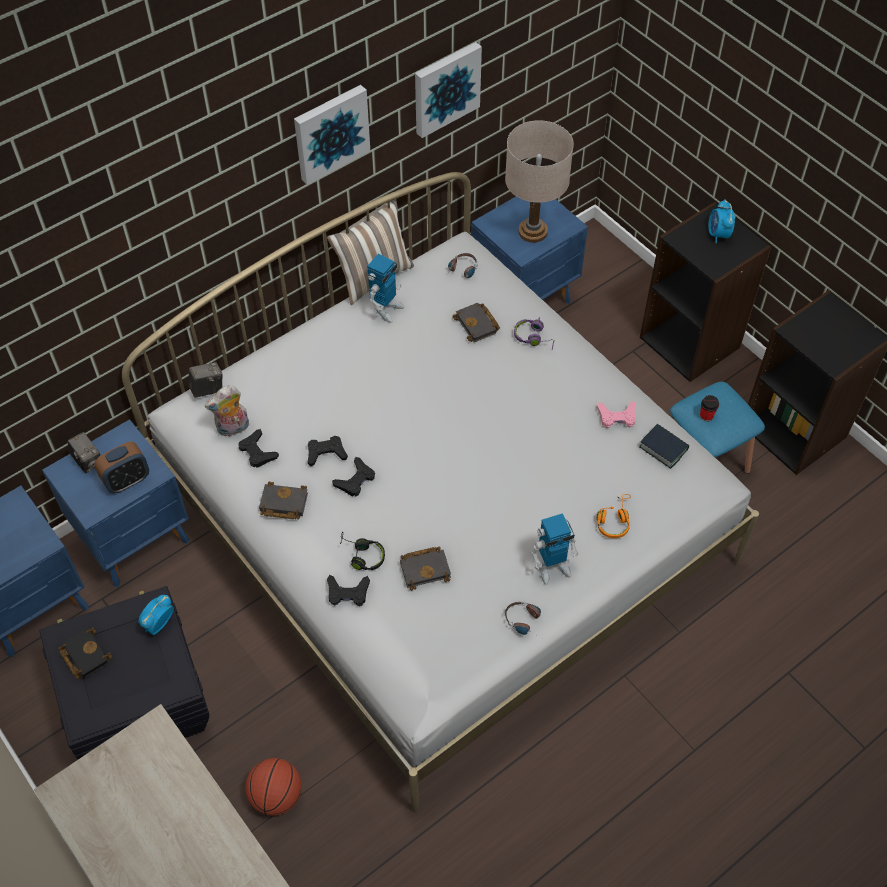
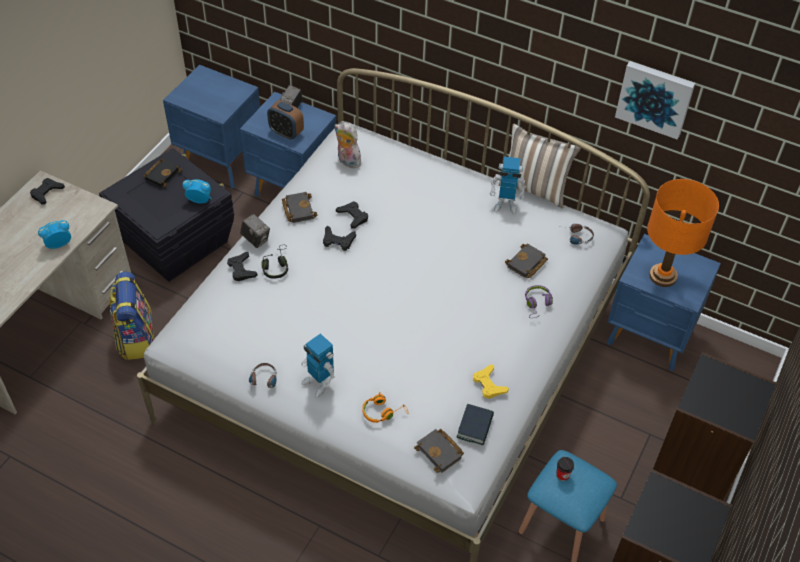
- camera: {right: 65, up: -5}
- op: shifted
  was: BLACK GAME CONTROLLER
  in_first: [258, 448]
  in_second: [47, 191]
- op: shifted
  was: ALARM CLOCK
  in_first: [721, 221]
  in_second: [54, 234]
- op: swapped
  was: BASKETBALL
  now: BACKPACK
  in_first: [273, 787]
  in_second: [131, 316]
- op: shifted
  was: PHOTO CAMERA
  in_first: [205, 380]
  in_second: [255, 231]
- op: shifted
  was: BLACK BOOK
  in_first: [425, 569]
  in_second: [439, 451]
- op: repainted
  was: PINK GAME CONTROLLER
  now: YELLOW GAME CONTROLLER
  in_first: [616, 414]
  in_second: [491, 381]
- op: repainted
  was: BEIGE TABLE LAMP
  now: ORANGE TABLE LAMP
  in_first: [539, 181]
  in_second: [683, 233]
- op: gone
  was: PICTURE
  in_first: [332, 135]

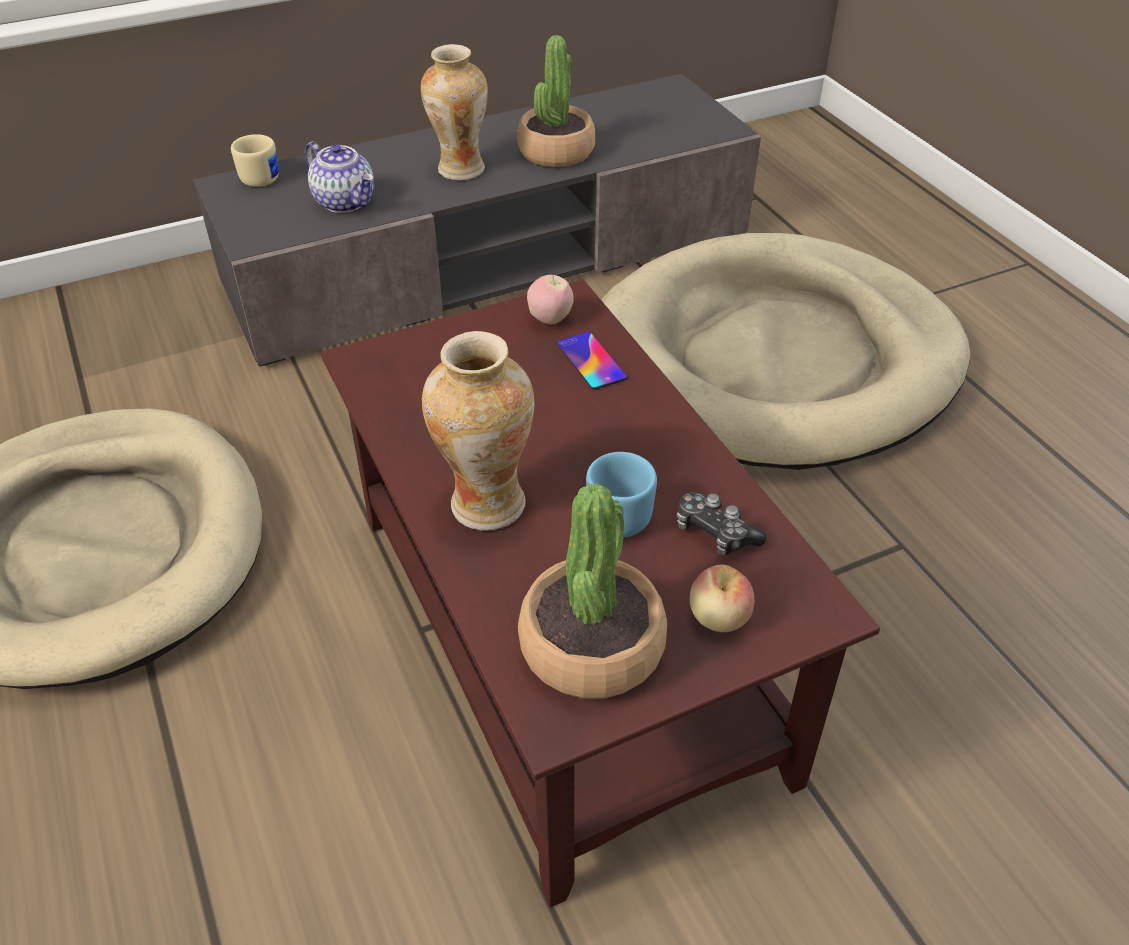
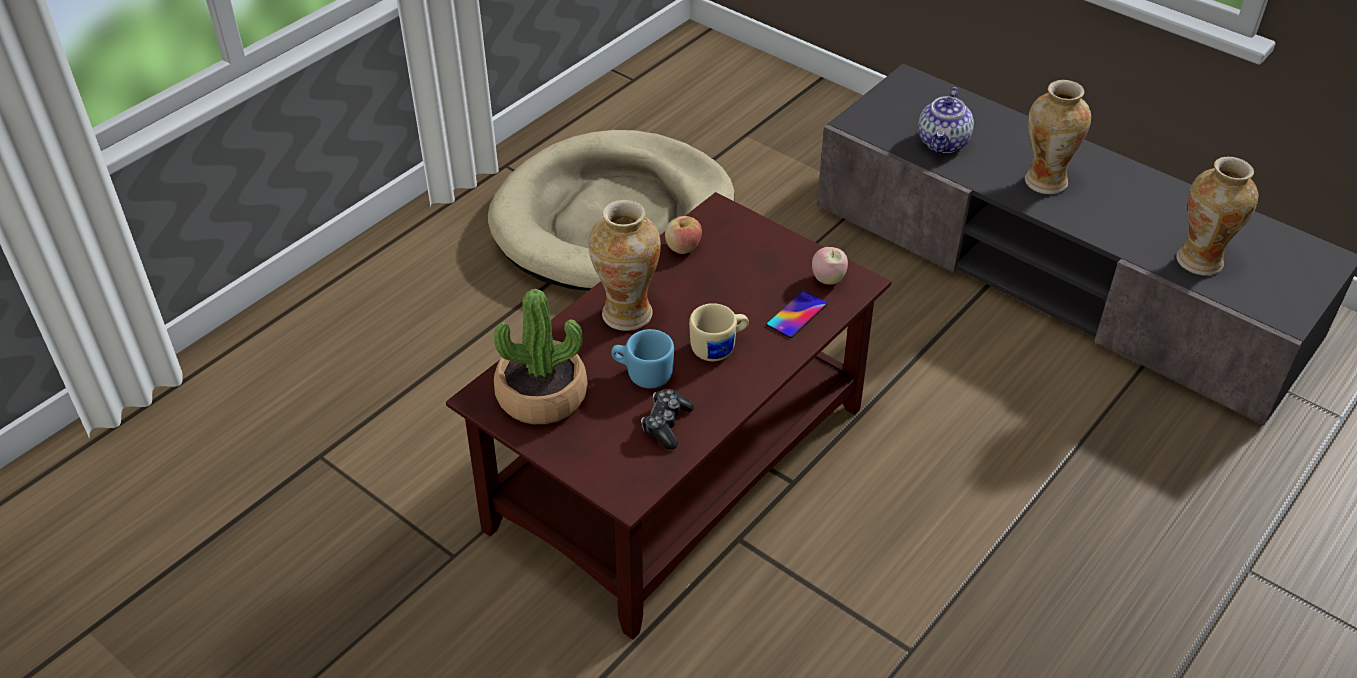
- camera: {right: 65, up: 0}
- op: shifted
  was: APPLE
  in_first: [722, 598]
  in_second: [683, 235]
- op: shifted
  was: BEIGE MUG
  in_first: [255, 160]
  in_second: [719, 332]
- op: new
  now: VASE
  in_second: [1217, 216]
- op: gone
  was: POTTED PLANT
  in_first: [556, 101]
- op: gone
  was: BEIGE DOG BED
  in_first: [785, 351]

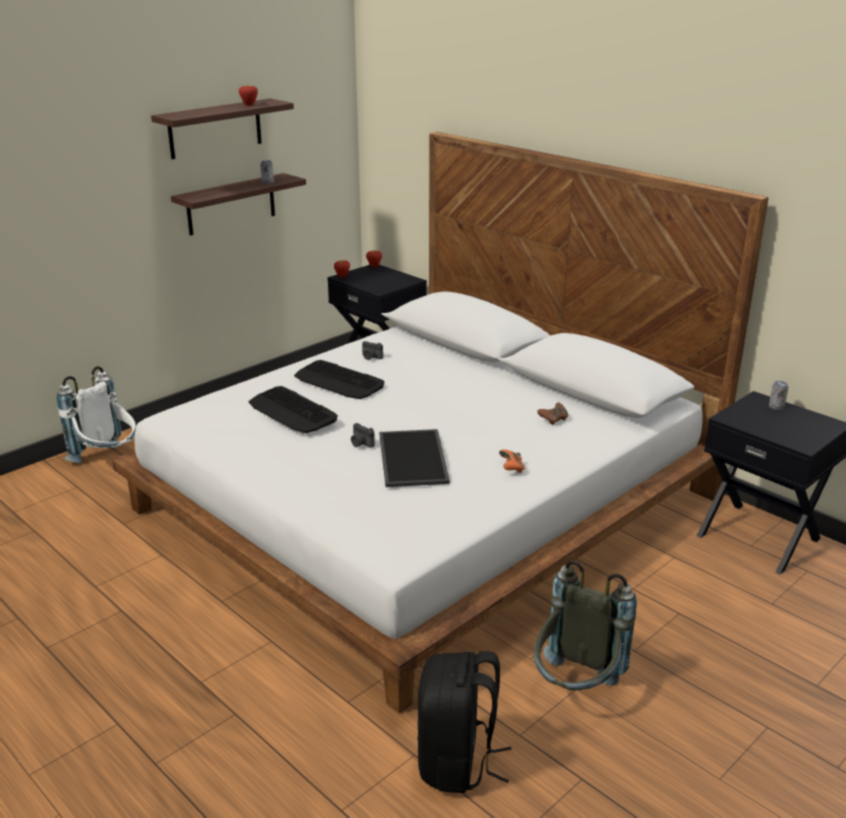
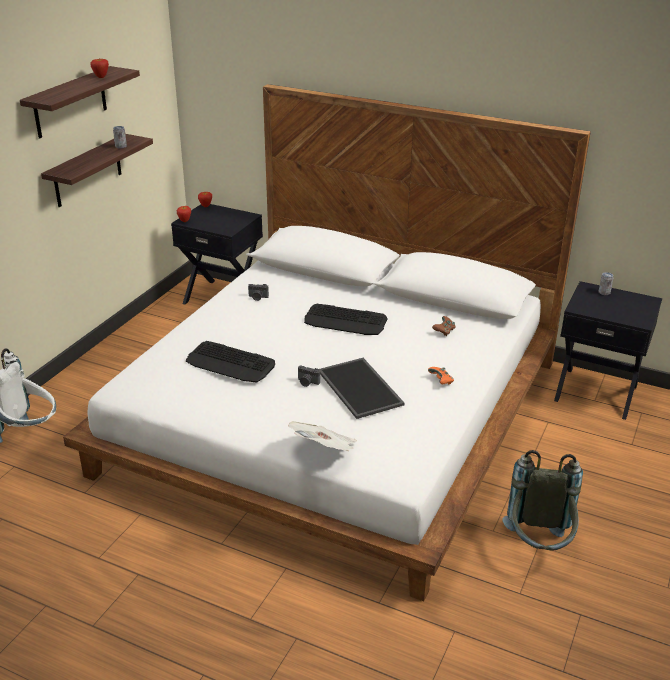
- camera: {right: -20, up: 5}
- op: new
  now: NEWSPAPER
  in_second: [322, 436]
- op: shifted
  was: KEYBOARD
  in_first: [339, 379]
  in_second: [345, 319]
- op: gone
  was: BLACK BACKPACK
  in_first: [464, 722]

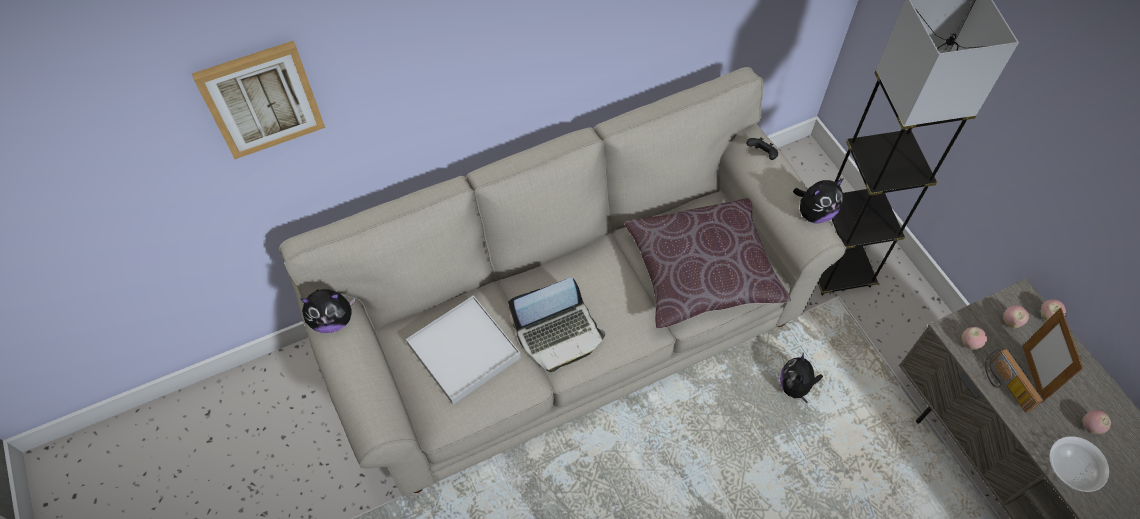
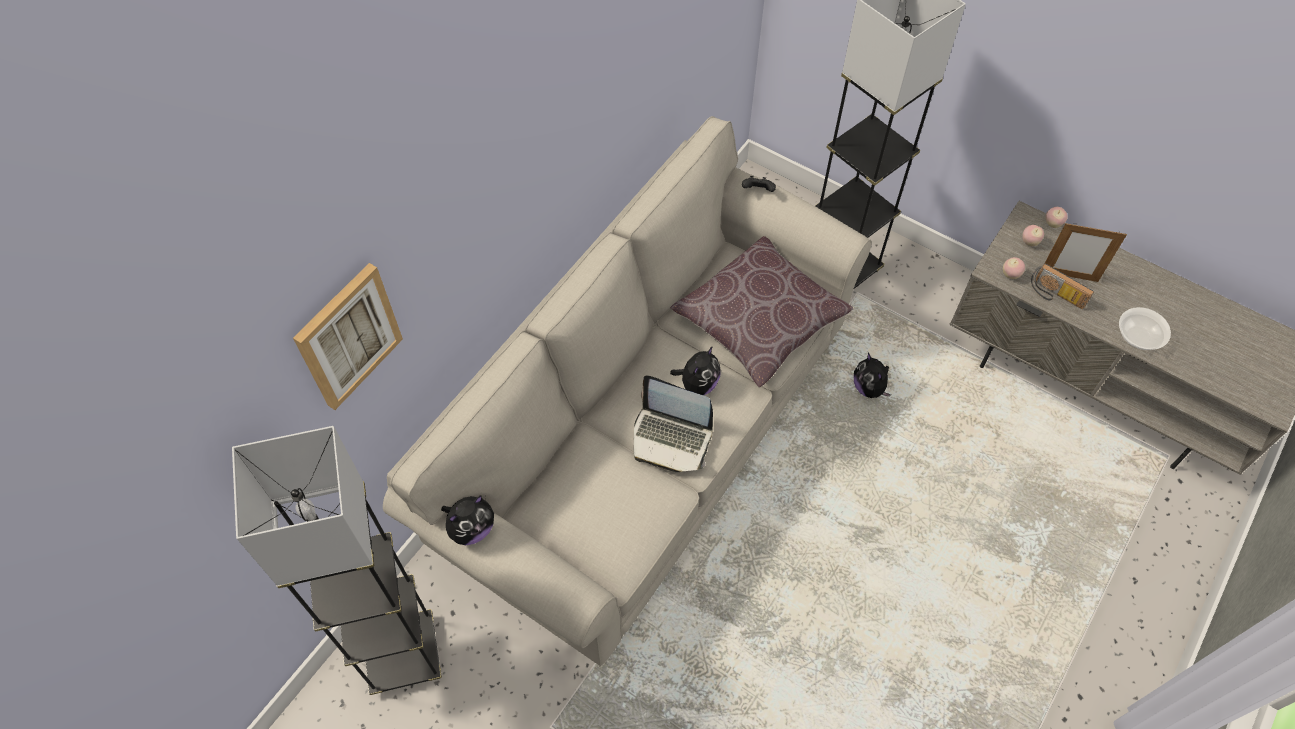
- camera: {right: -30, up: 0}
- op: new
  now: GREY FLOOR LAMP
  in_second: [337, 560]
- op: rotated
  was: LAPTOP
  in_first: [556, 325]
  in_second: [673, 424]
  clockwise: 75
- op: shifted
  was: PLUSH TOY
  in_first: [818, 200]
  in_second: [695, 370]
- op: rotated
  was: PICTURE FRAME
  in_first: [1053, 355]
  in_second: [1085, 252]
  clockwise: -45
- op: gone
  was: WHITE TRAY
  in_first: [463, 349]
- op: gone
  was: APPLE
  in_first: [1097, 422]

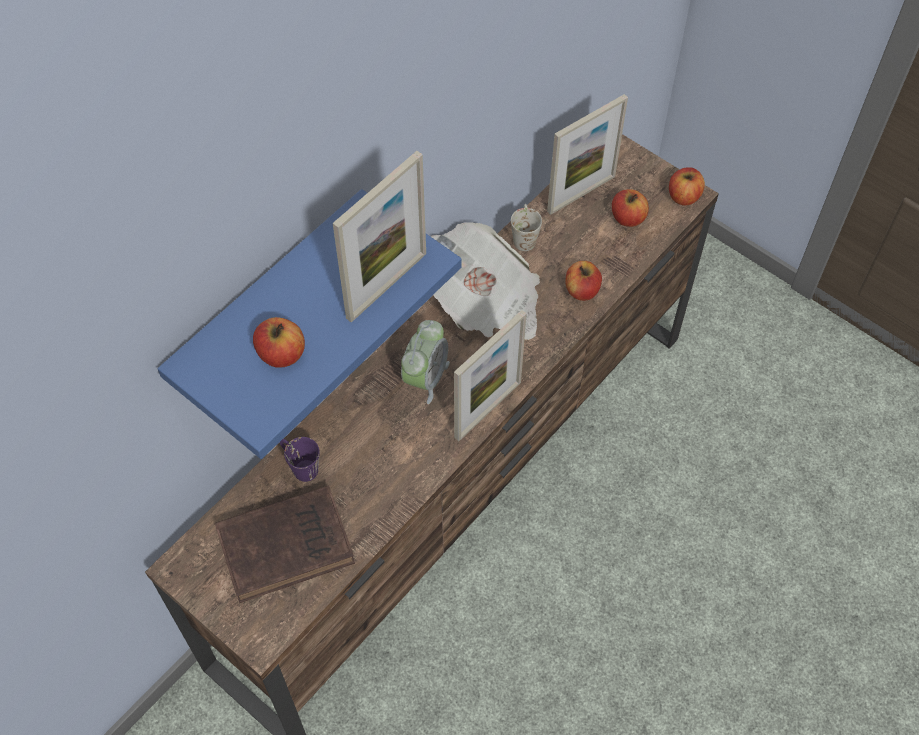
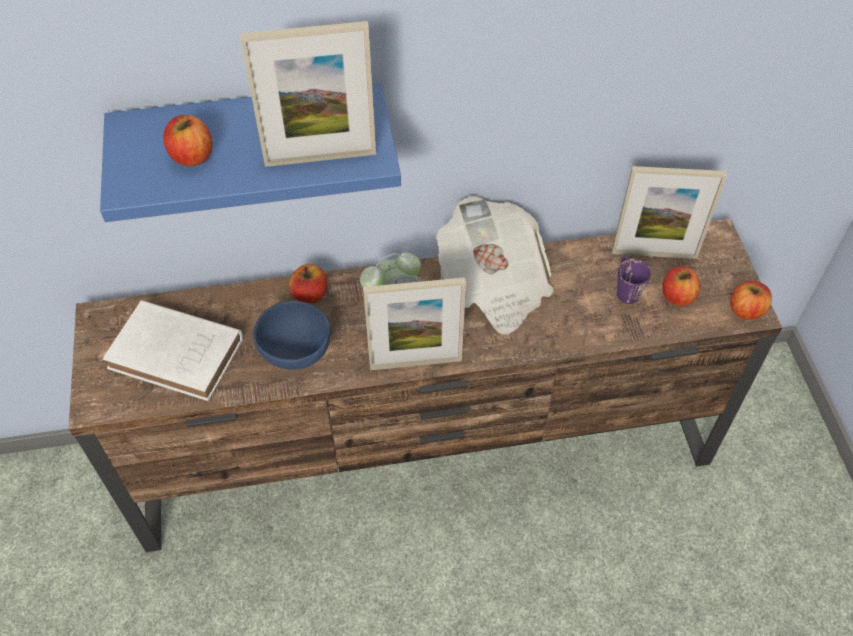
- camera: {right: 40, up: -5}
- op: repainted
  was: BROWN BOOK
  now: WHITE BOOK
  in_first: [285, 544]
  in_second: [173, 350]
- op: new
  now: BLUE BOWL
  in_second: [292, 335]
- op: shifted
  was: APPLE
  in_first: [584, 281]
  in_second: [308, 284]
- op: shifted
  was: PURPLE MUG
  in_first: [299, 459]
  in_second: [634, 280]
- op: gone
  was: WHITE MUG
  in_first: [526, 227]

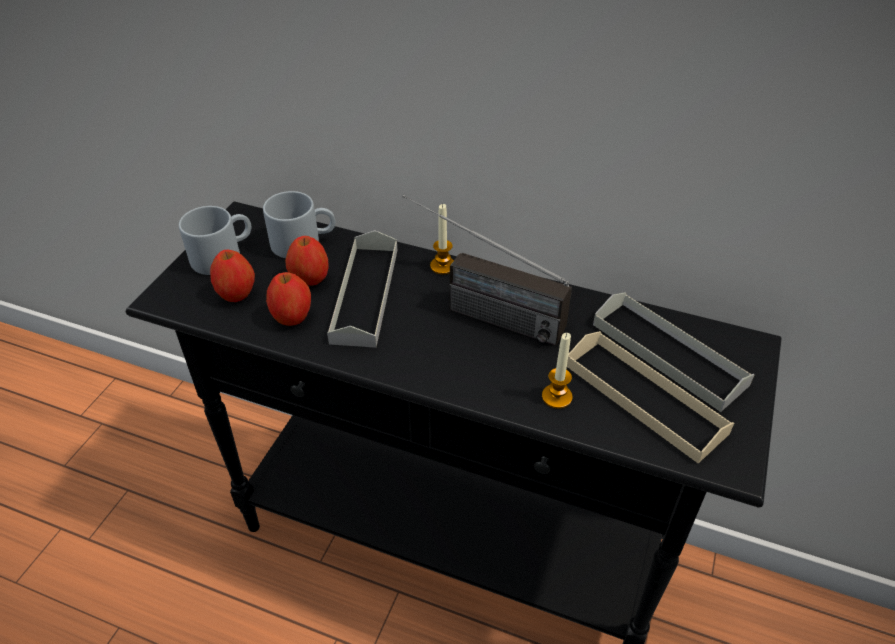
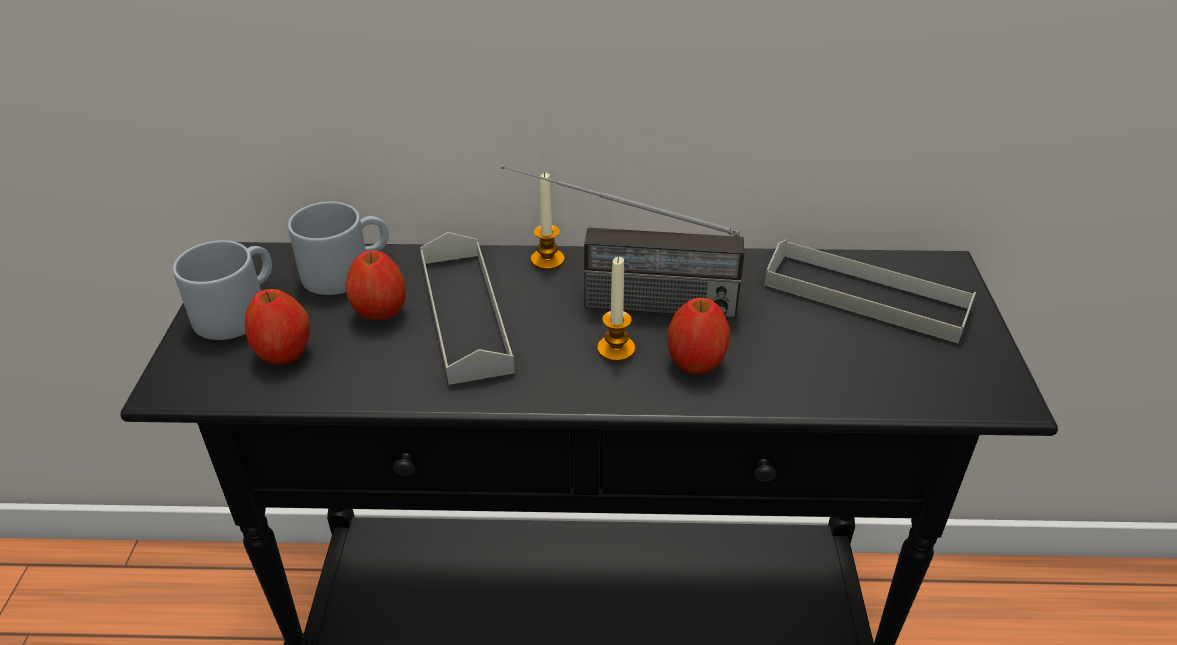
- camera: {right: -20, up: -5}
- op: shifted
  was: CANDLE
  in_first: [557, 371]
  in_second: [616, 309]
- op: shifted
  was: APPLE
  in_first: [288, 299]
  in_second: [698, 336]
- op: gone
  was: BEIGE TRAY
  in_first: [650, 397]

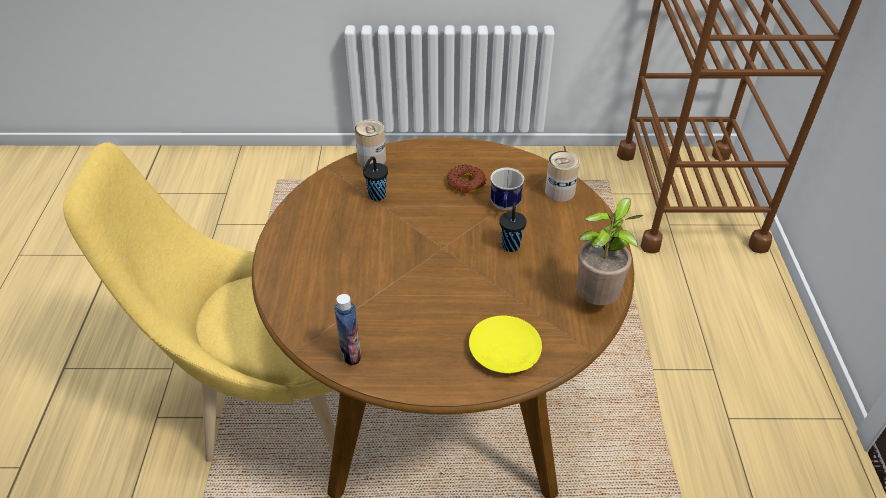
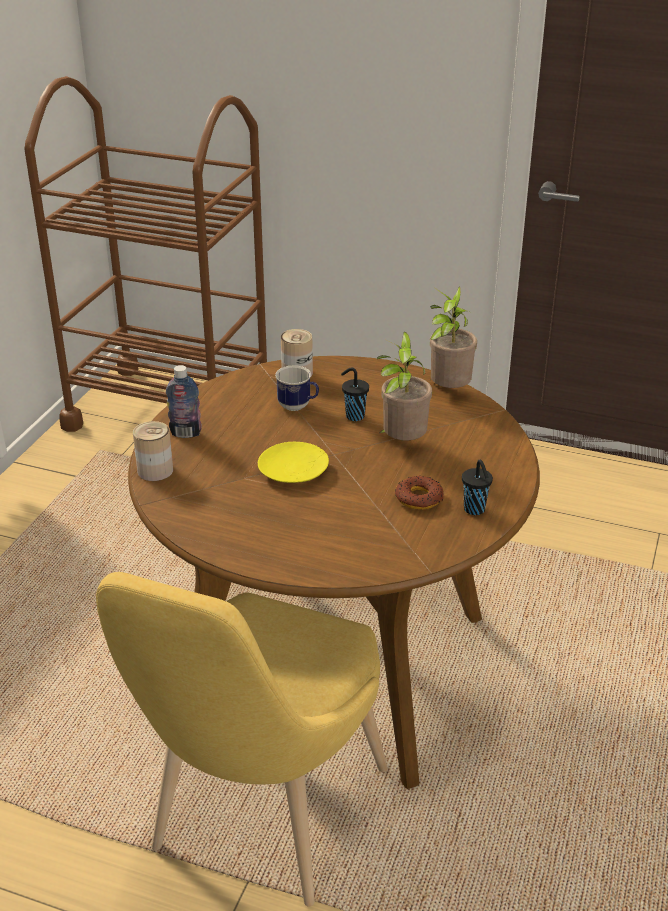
- camera: {right: -70, up: -10}
- op: shifted
  was: BOTTLE
  in_first: [347, 330]
  in_second: [184, 401]
- op: shifted
  was: YELLOW PLATE
  in_first: [505, 344]
  in_second: [293, 462]
- op: new
  now: POTTED PLANT
  in_second: [404, 386]
- op: shifted
  was: DONUT
  in_first: [466, 178]
  in_second: [419, 493]
- op: shifted
  was: BLACK CUP
  in_first: [375, 179]
  in_second: [477, 487]

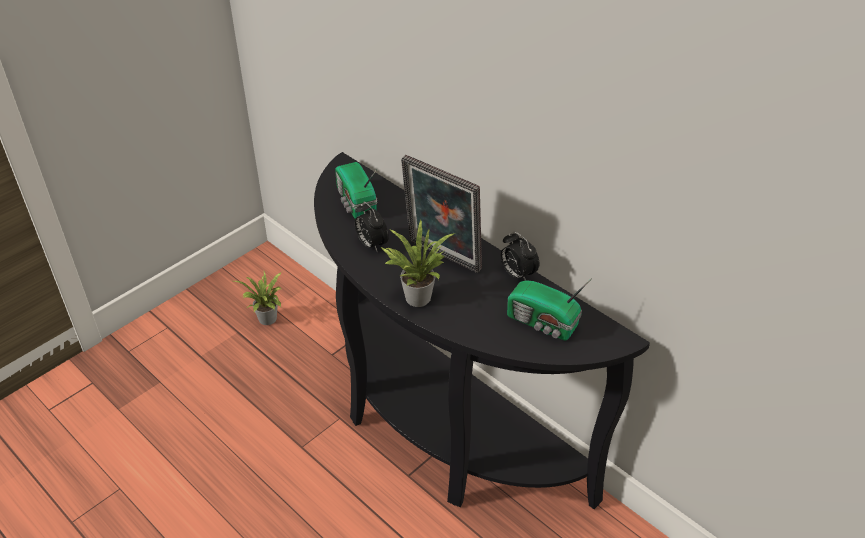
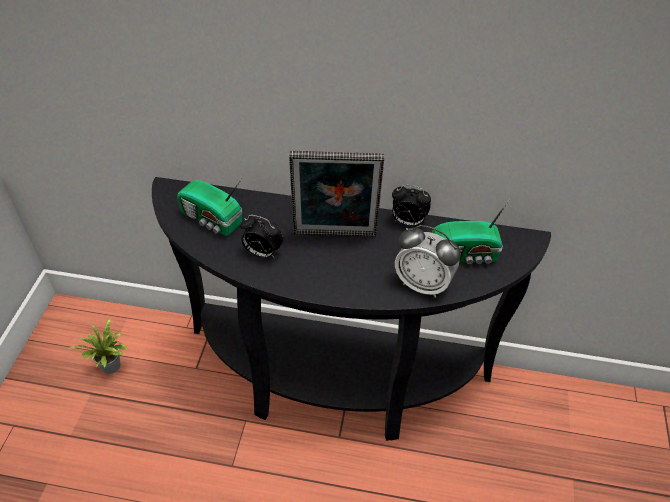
- camera: {right: -35, up: 5}
- op: new
  now: ALARM CLOCK
  in_second: [428, 261]
- op: gone
  was: POTTED PLANT
  in_first: [418, 263]

